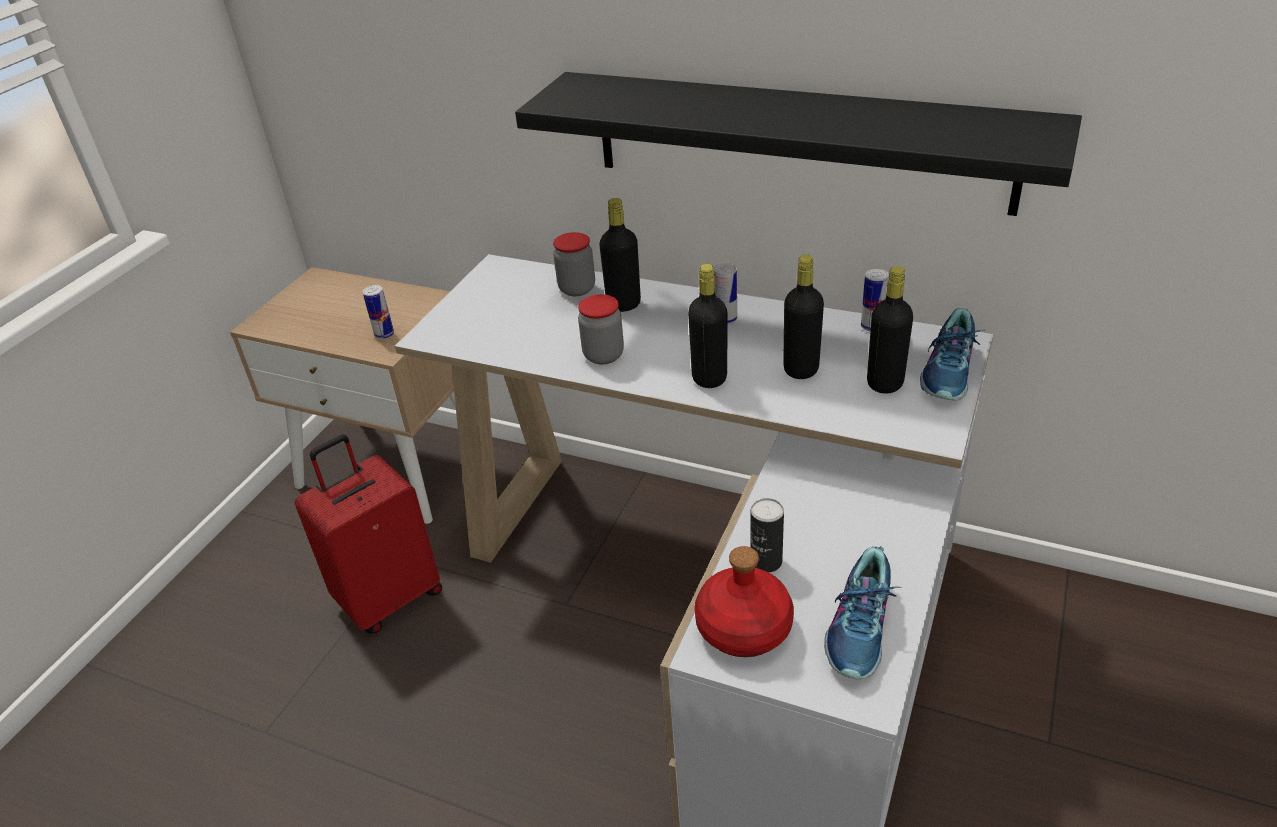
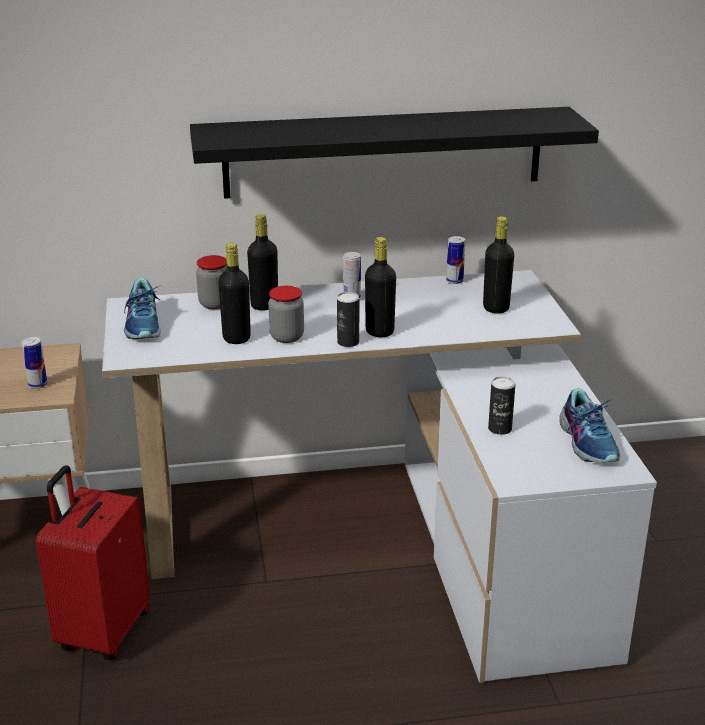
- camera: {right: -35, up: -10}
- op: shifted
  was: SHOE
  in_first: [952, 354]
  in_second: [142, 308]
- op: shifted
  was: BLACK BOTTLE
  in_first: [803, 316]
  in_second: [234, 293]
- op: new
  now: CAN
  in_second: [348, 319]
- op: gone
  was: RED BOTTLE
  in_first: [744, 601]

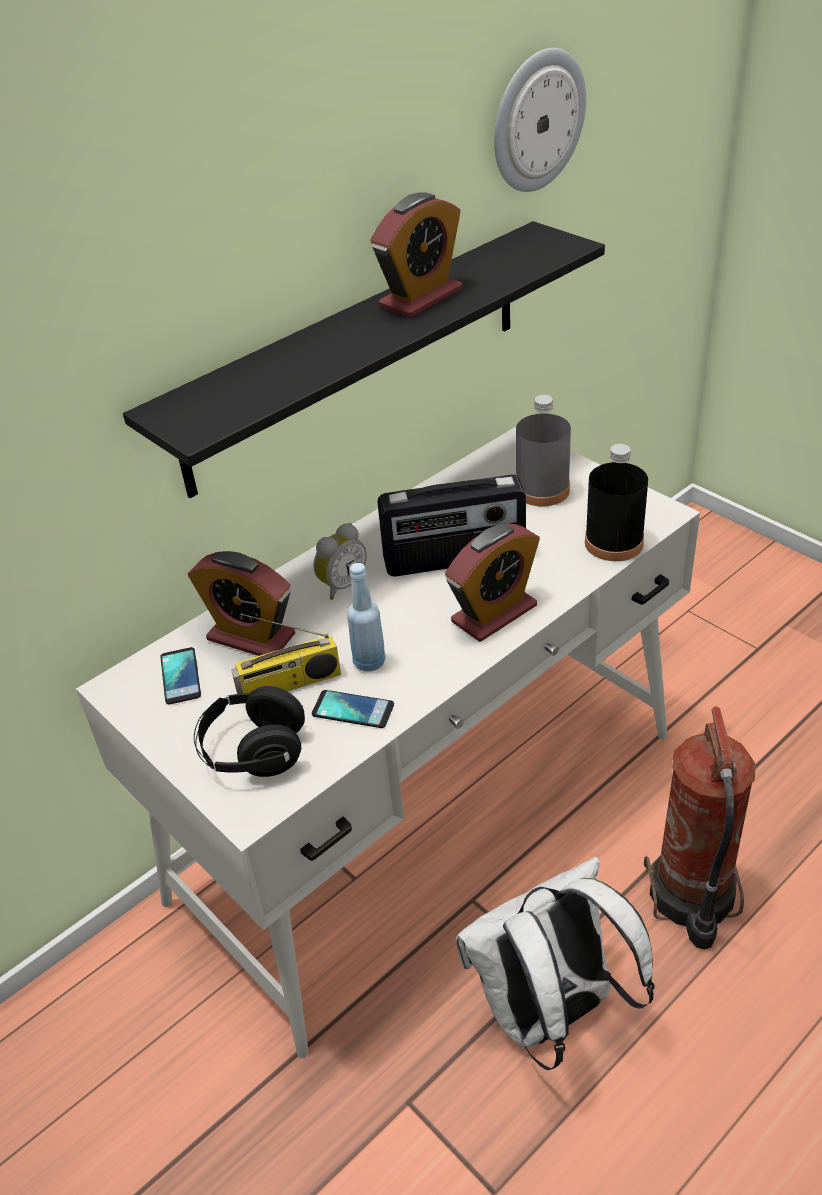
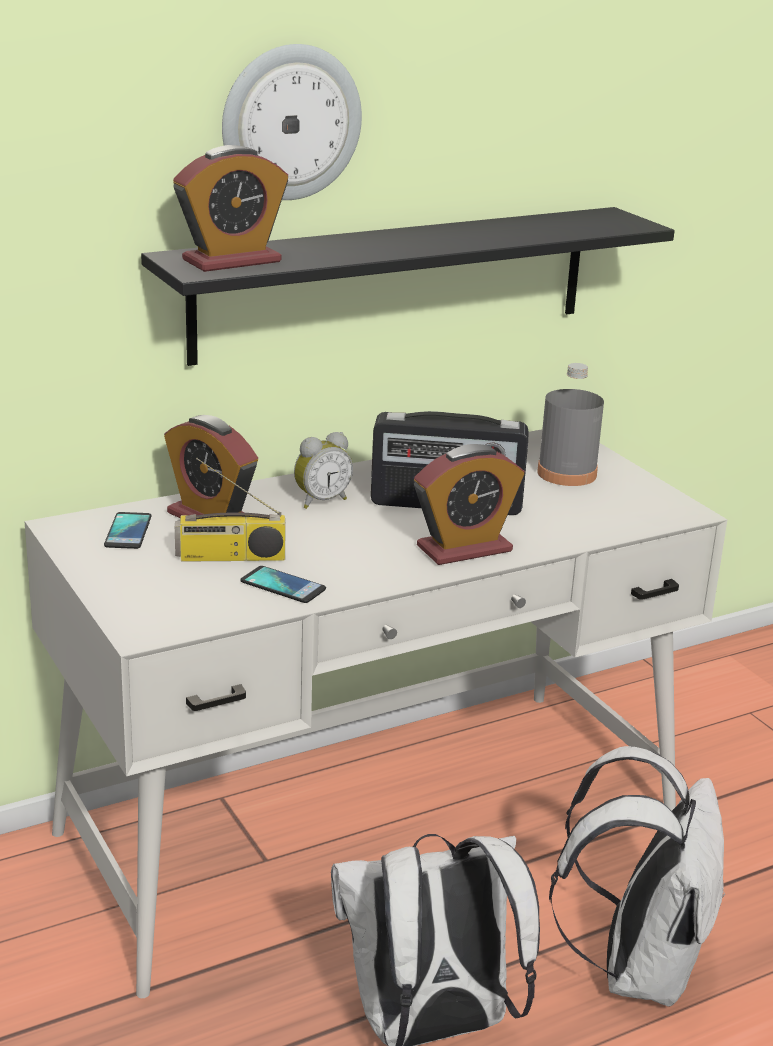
- camera: {right: 10, up: -15}
- op: shifted
  was: ALARM CLOCK
  in_first: [416, 255]
  in_second: [230, 208]
- op: shifted
  was: WALL CLOCK
  in_first: [540, 120]
  in_second: [292, 122]
- op: swapped
  was: FIRE EXTINGUISHER
  now: WHITE BACKPACK
  in_first: [699, 827]
  in_second: [637, 876]
- op: gone
  was: BLACK HEADPHONES
  in_first: [249, 731]
- op: gone
  was: BLUE BOTTLE
  in_first: [366, 617]
- op: gone
  was: BLACK BOTTLE
  in_first: [616, 502]

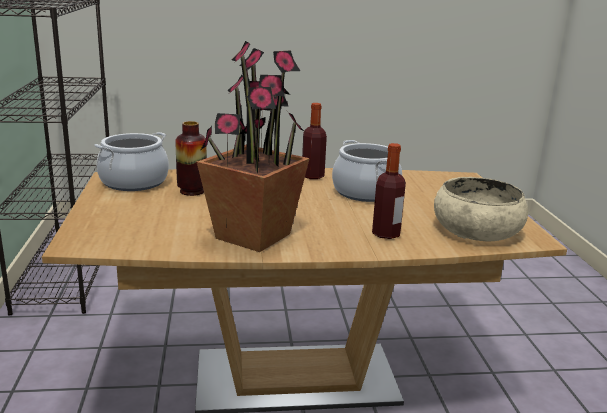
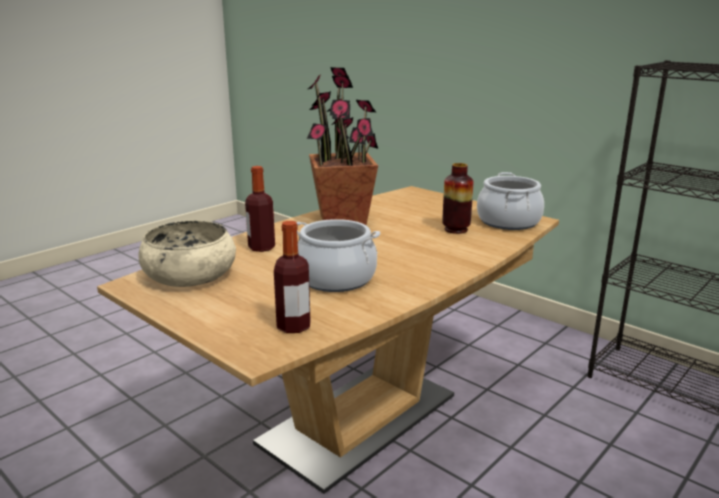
- camera: {right: 140, up: 0}
- op: shifted
  was: BOTTLE
  in_first: [314, 141]
  in_second: [292, 277]

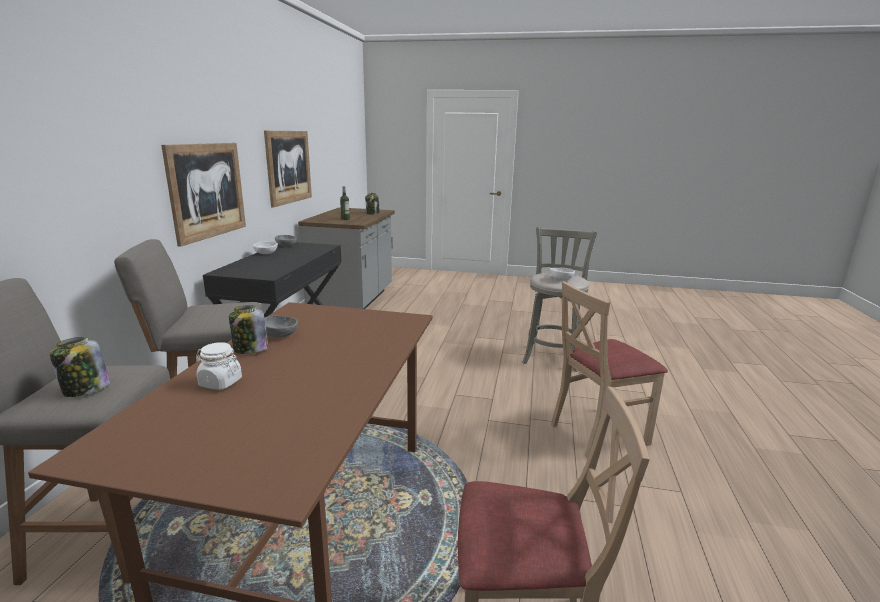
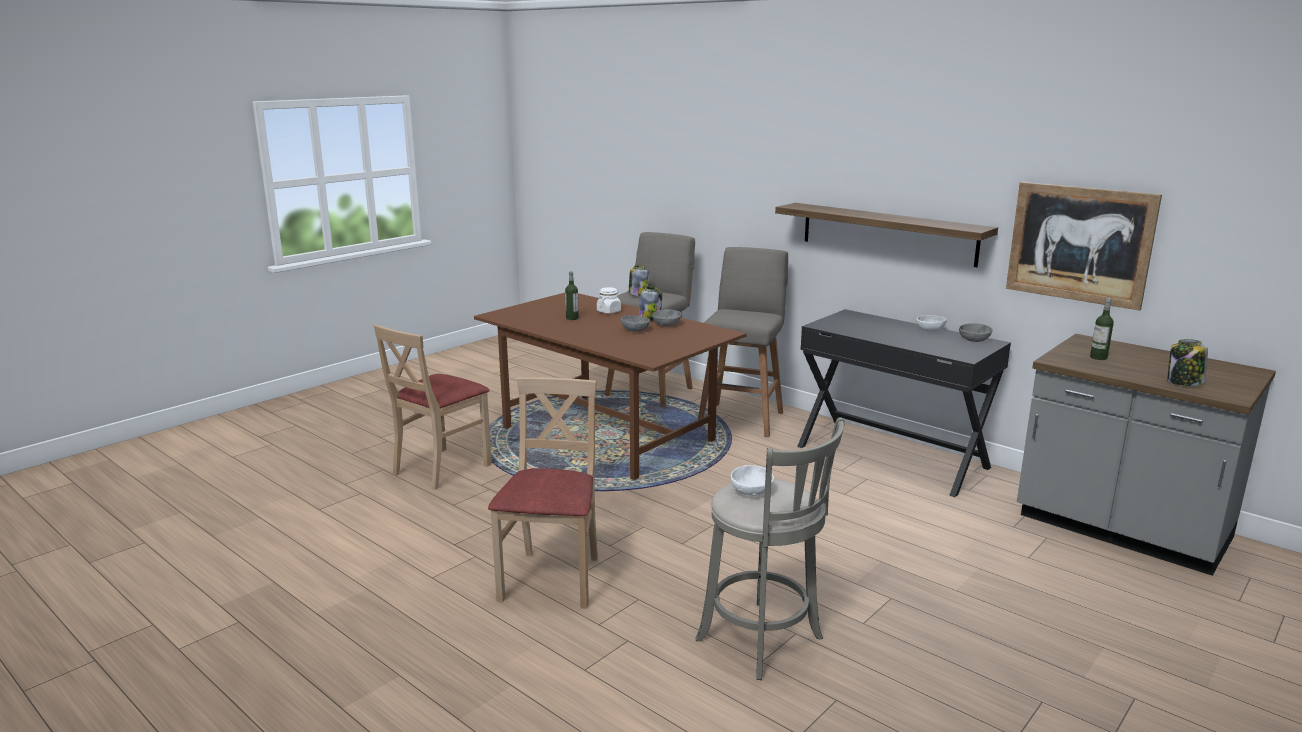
- camera: {right: 120, up: 0}
- op: new
  now: BOTTLE
  in_second: [572, 295]
- op: new
  now: GREY BOWL
  in_second: [635, 323]
- op: swapped
  was: PICTURE
  now: SHELF
  in_first: [203, 195]
  in_second: [886, 235]

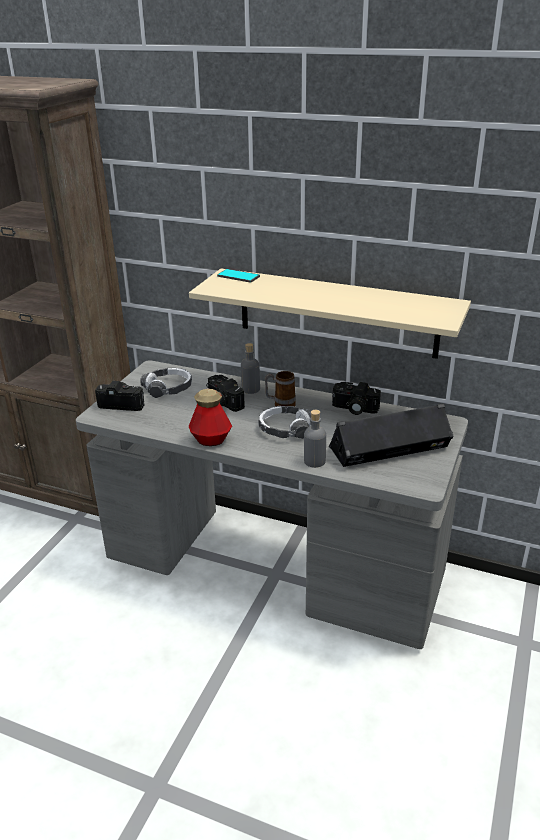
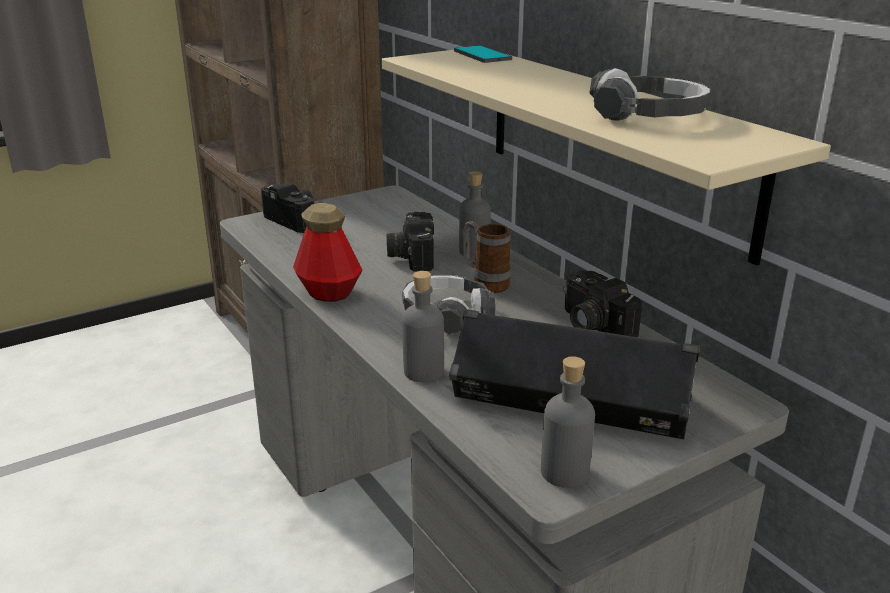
- camera: {right: 35, up: -5}
- op: new
  now: GREY BOTTLE
  in_second: [568, 422]
- op: shifted
  was: HEADPHONES
  in_first: [166, 383]
  in_second: [650, 94]

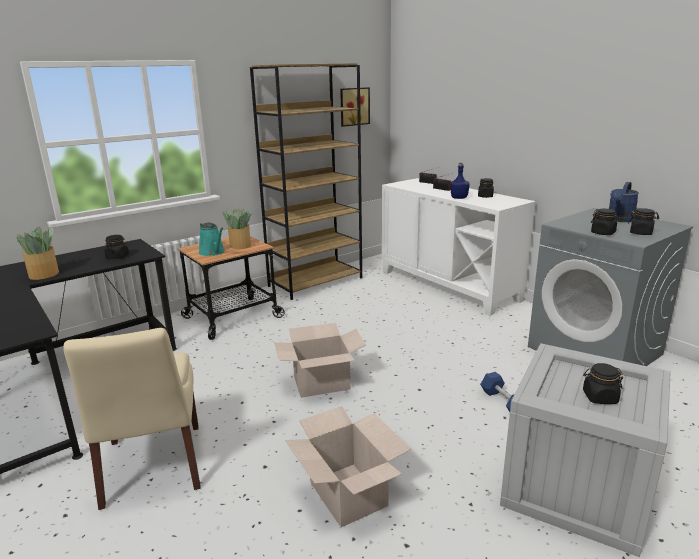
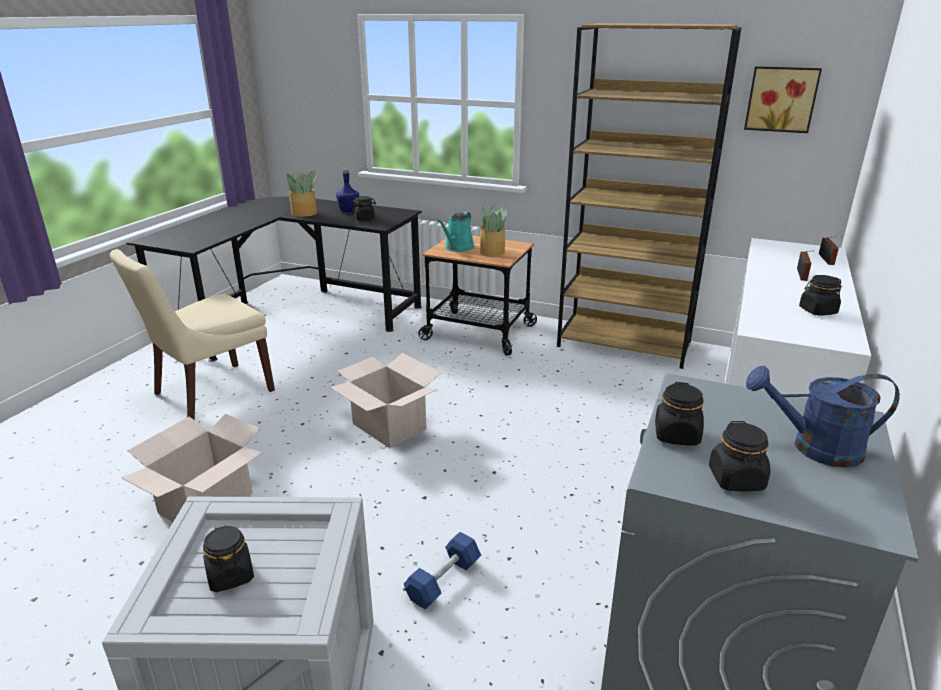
- camera: {right: 60, up: 5}
- op: shifted
  was: BLUE BOTTLE
  in_first: [460, 181]
  in_second: [347, 190]

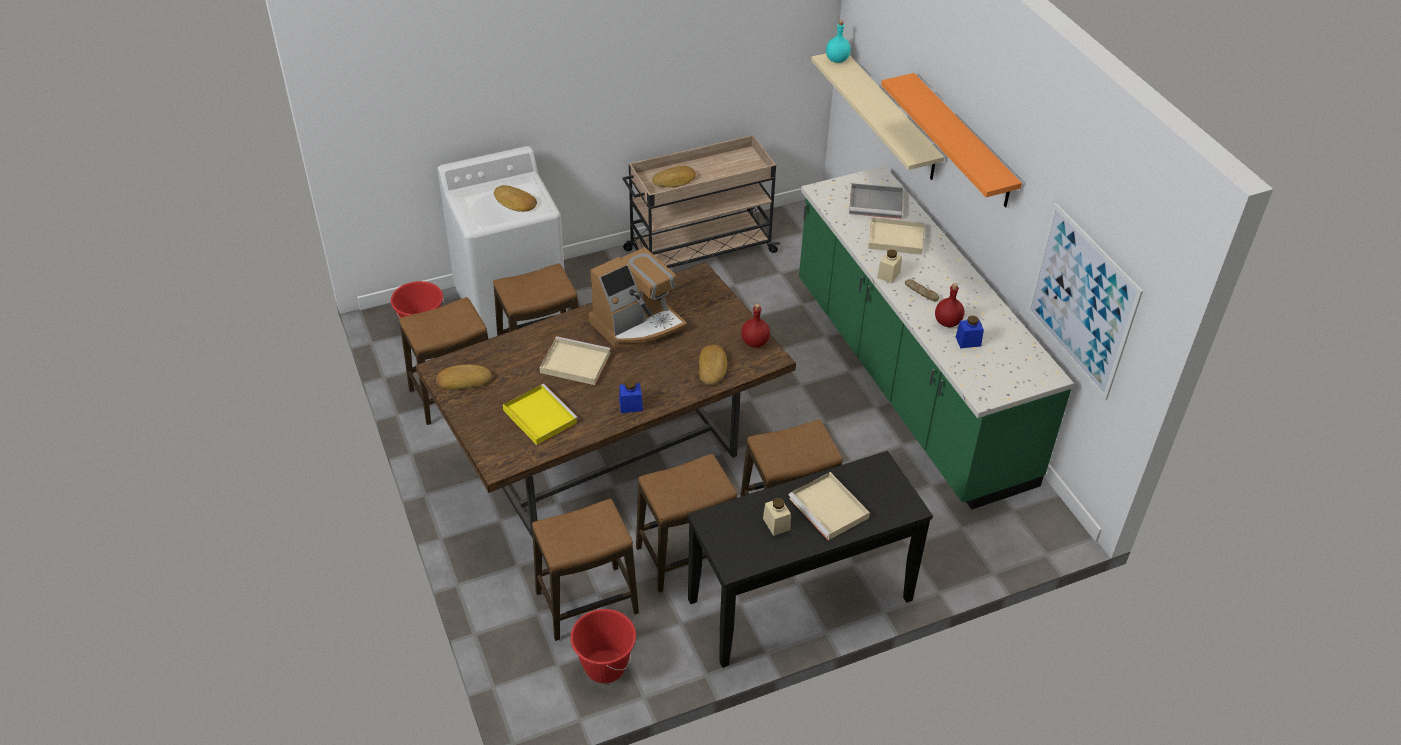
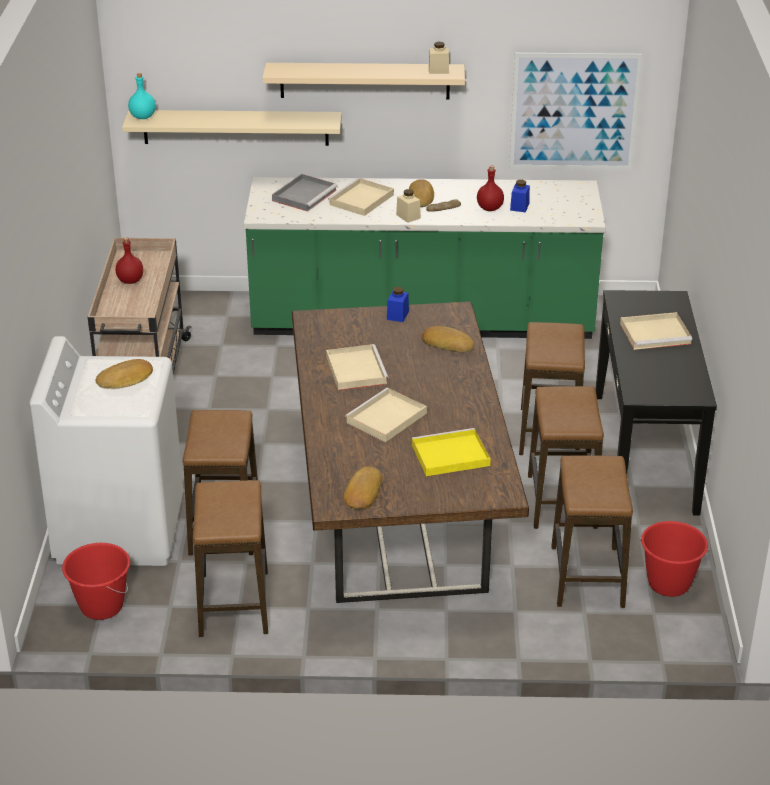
- camera: {right: -65, up: -10}
- op: shifted
  was: RED BOTTLE
  in_first: [755, 326]
  in_second: [129, 261]
- op: repainted
  was: ORANGE SHELF
  now: BEIGE SHELF
  in_first: [951, 140]
  in_second: [364, 81]
- op: swapped
  was: COFFEE MACHINE
  now: BEIGE TRAY
  in_first: [637, 297]
  in_second: [357, 367]
- op: shifted
  was: BLUE JAR
  in_first: [631, 396]
  in_second: [398, 304]
- op: shifted
  was: BREAD
  in_first: [674, 177]
  in_second: [421, 193]
- op: shifted
  was: BEIGE JAR
  in_first: [777, 517]
  in_second: [439, 58]

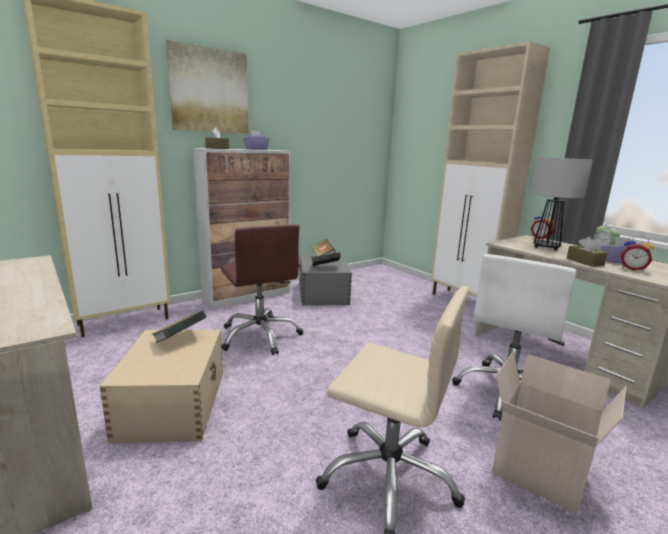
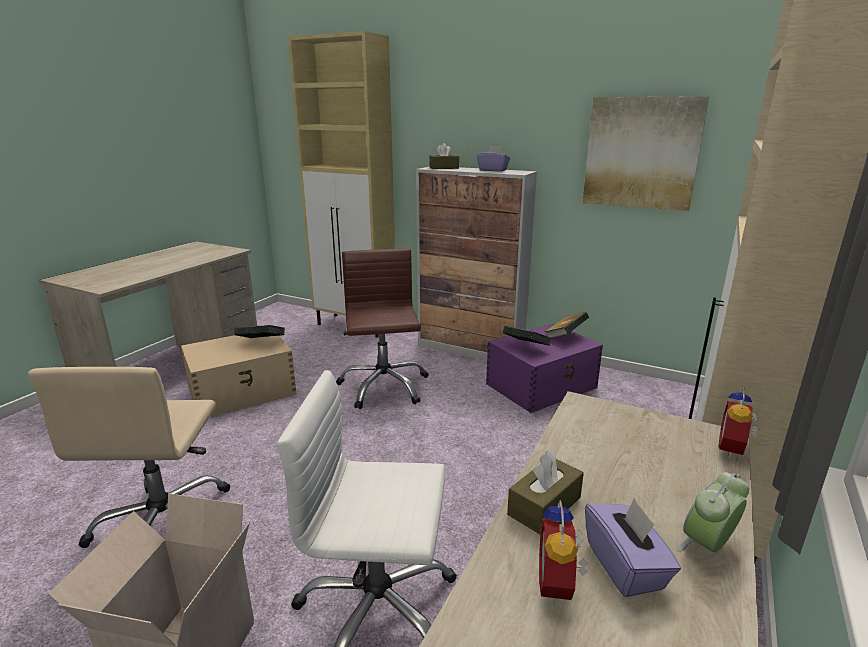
- camera: {right: 65, up: 5}
- op: rotated
  was: BROWN OFFICE CHAIR
  in_first: [262, 289]
  in_second: [382, 329]
  clockwise: 135
- op: repainted
  was: GREY STORAGE BOX
  now: PURPLE STORAGE BOX
  in_first: [325, 280]
  in_second: [544, 368]
- op: shifted
  was: PICTURE
  in_first: [207, 87]
  in_second: [646, 153]
- op: gone
  was: TABLE LAMP
  in_first: [561, 203]

